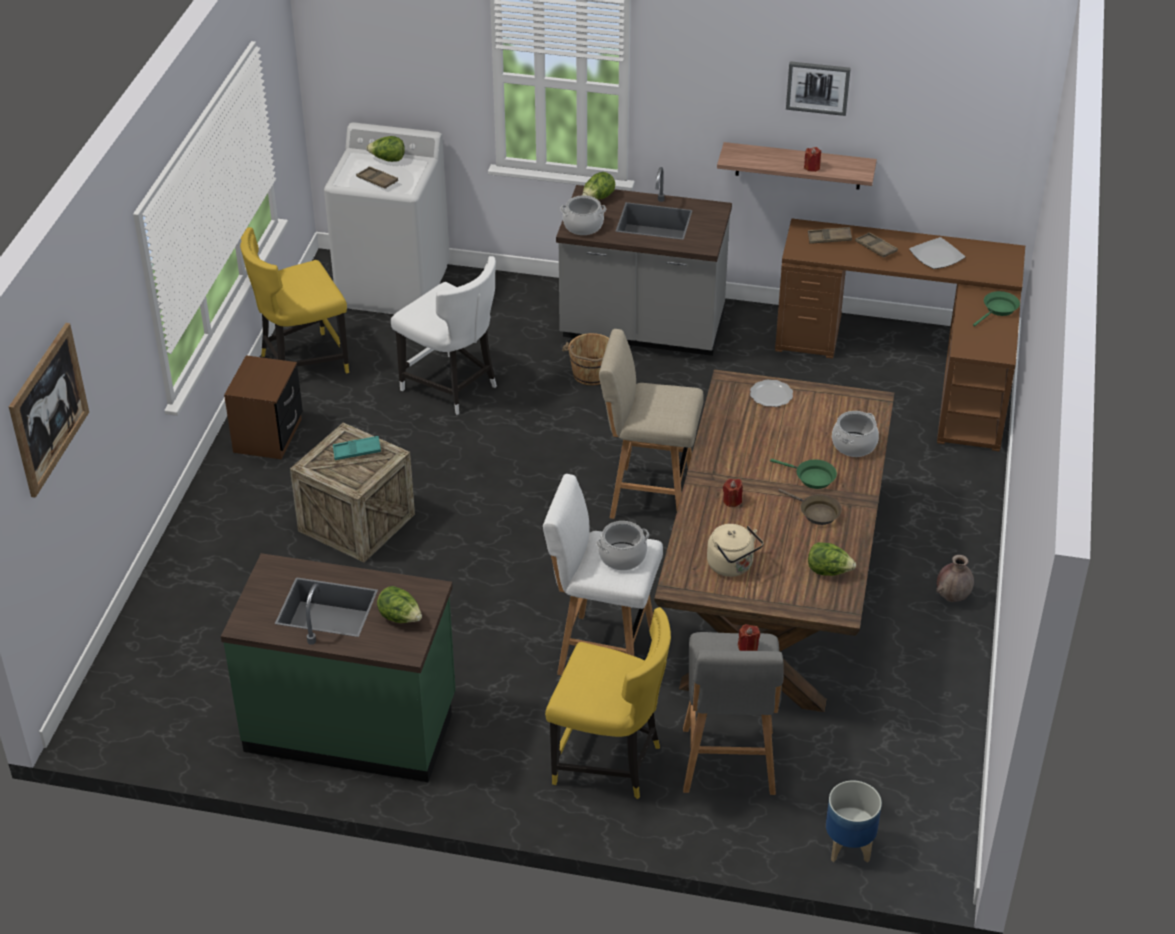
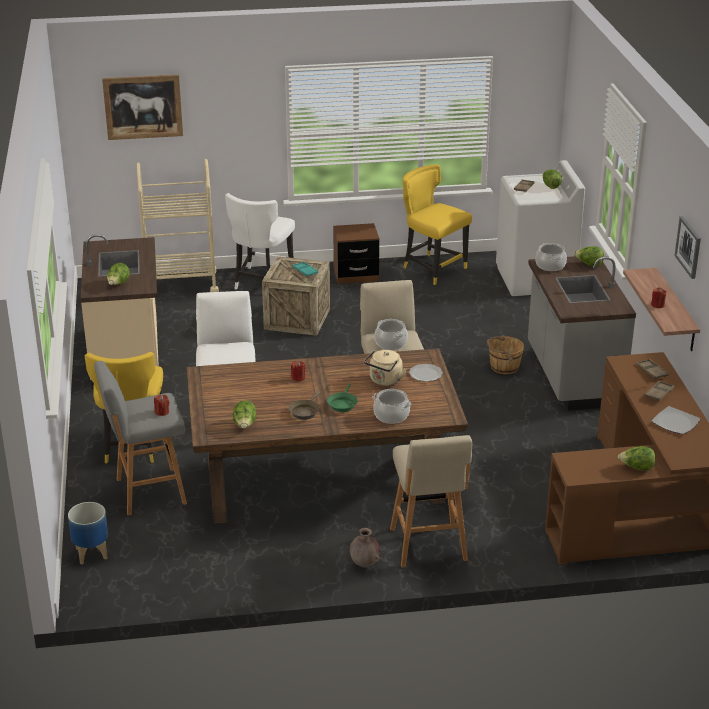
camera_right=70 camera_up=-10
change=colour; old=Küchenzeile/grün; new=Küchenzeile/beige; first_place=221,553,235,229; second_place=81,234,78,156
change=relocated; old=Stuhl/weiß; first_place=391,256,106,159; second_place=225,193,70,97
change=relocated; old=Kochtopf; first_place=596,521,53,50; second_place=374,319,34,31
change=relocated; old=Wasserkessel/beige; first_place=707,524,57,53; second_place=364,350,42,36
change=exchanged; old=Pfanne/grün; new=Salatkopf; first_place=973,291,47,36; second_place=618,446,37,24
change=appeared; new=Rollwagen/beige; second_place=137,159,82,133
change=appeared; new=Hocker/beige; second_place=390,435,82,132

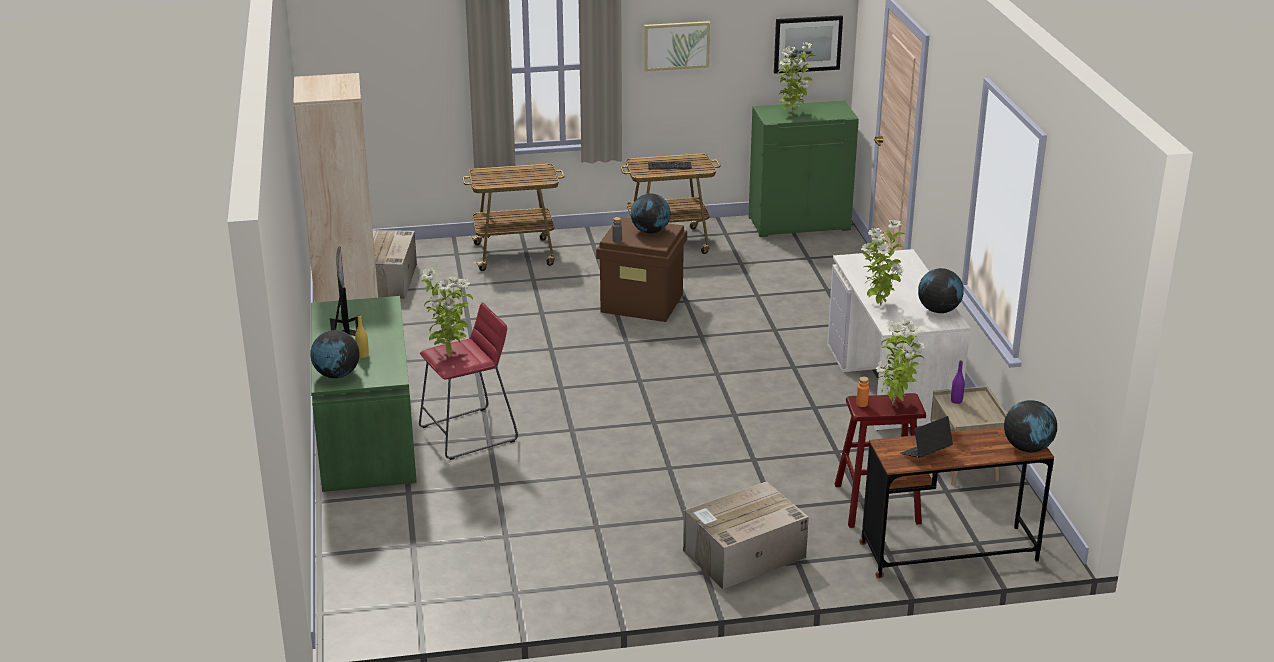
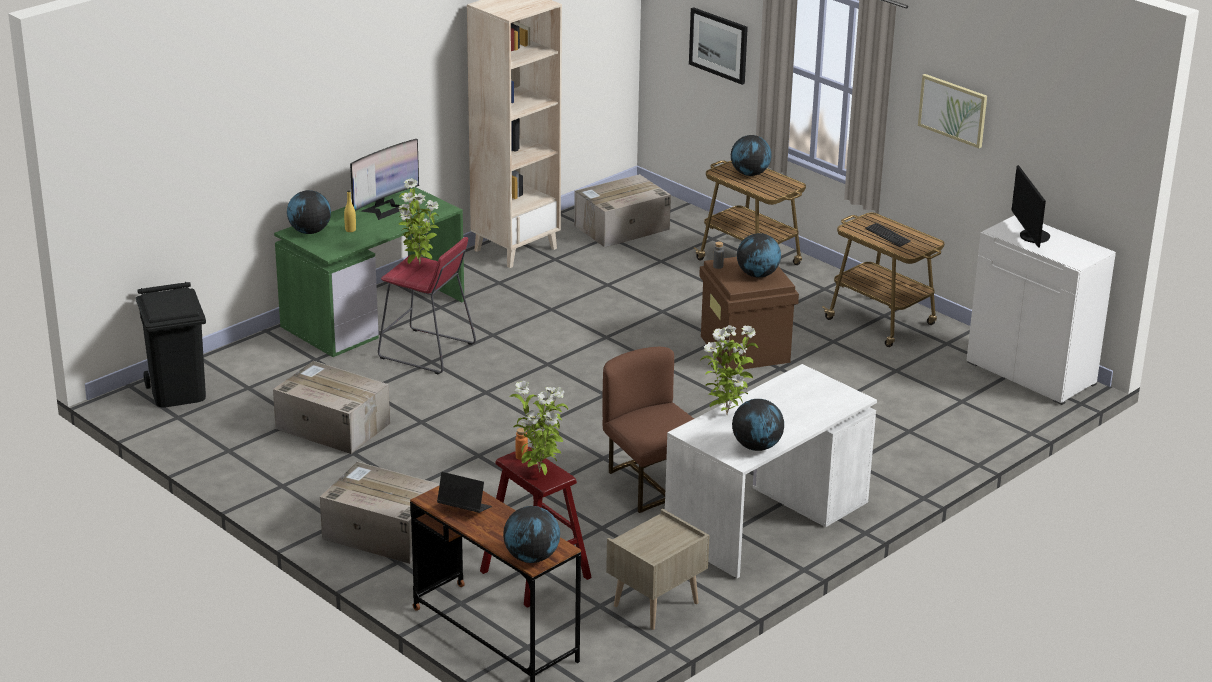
camera_right=55 camera_up=0
change=colour; old=Schrank/grün; new=Schrank/weiß; first_place=749,100,110,137; second_place=966,215,150,190
change=relocated; old=Bild; first_place=774,15,69,59; second_place=689,7,59,78
change=exchanged; old=Topfpflanze; new=Monitor; first_place=777,42,39,72; second_place=1011,165,39,83
change=missing; old=Flasche/lila; first_place=951,360,14,44
change=appeared; new=Mülleimer/schwarz; second_place=136,282,70,126
change=appeared; new=Karton; second_place=273,361,117,93
change=appeared; new=Stuhl/braun; second_place=602,347,92,166
change=appeared; new=Globus; second_place=731,135,41,41

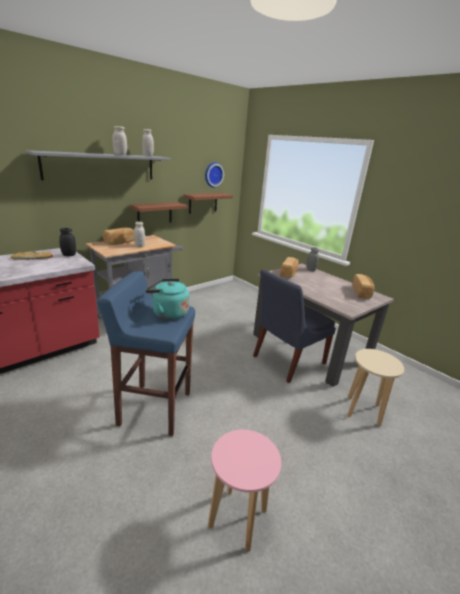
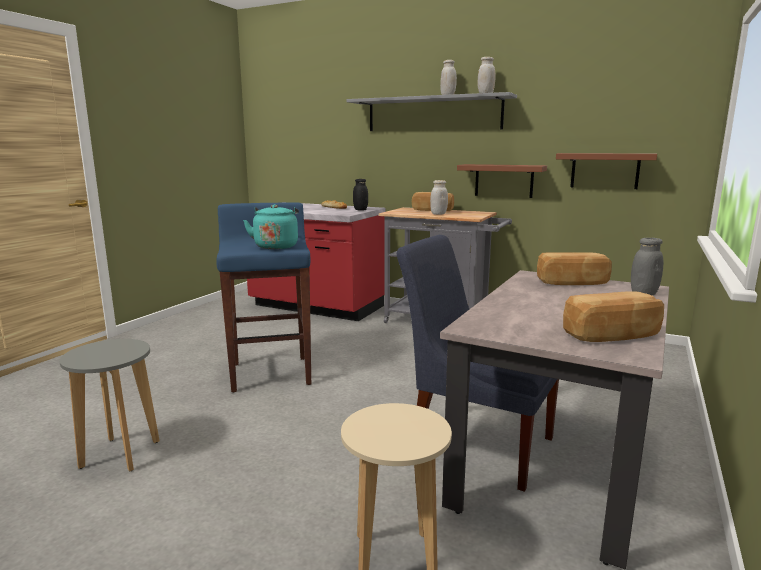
camera_right=70 camera_up=-10
change=missing; old=Wanduhr; first_place=205,162,19,26
change=colour; old=Hocker/rosa; new=Hocker/grau; first_place=208,430,73,122; second_place=60,339,100,133

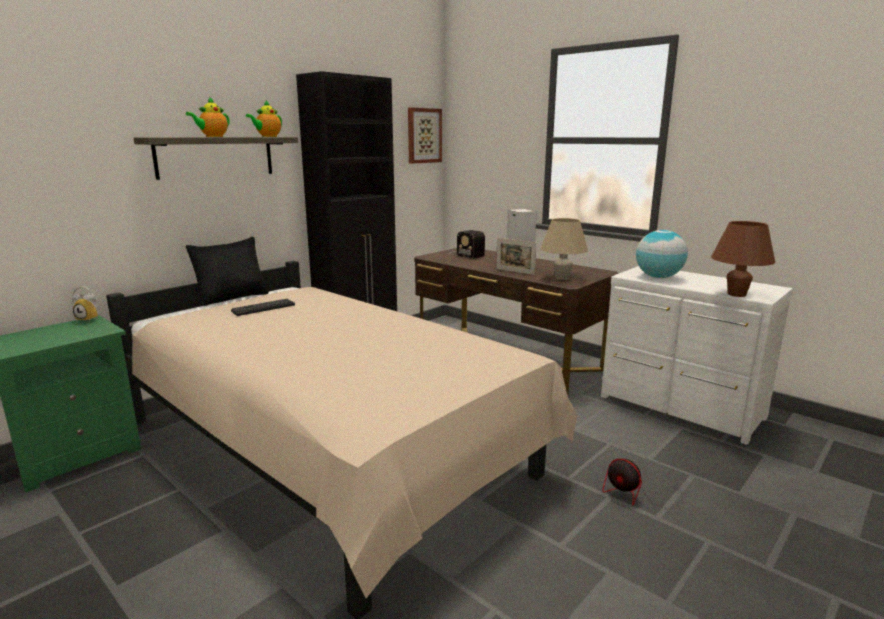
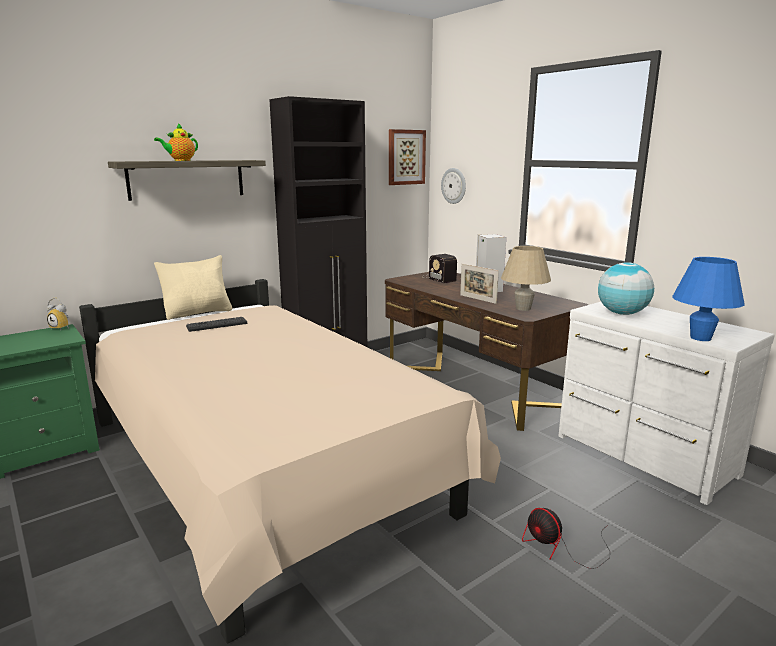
camera_right=10 camera_up=0
change=colour; old=Kissen/schwarz; new=Kissen/beige; first_place=186,236,83,70; second_place=154,255,78,65
change=missing; old=Teekanne; first_place=245,101,37,36
change=colour; old=Tischlampe/braun; new=Tischlampe/blau; first_place=711,221,64,76; second_place=672,257,72,84
change=appeared; new=Wanduhr; second_place=441,168,25,36

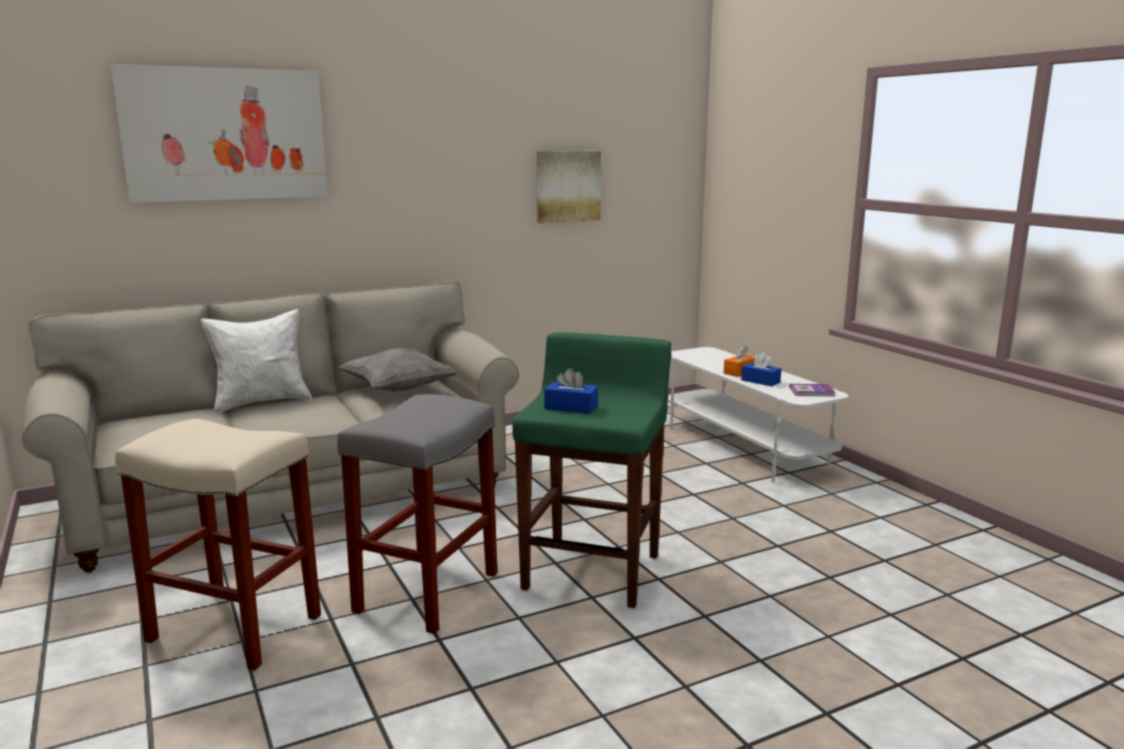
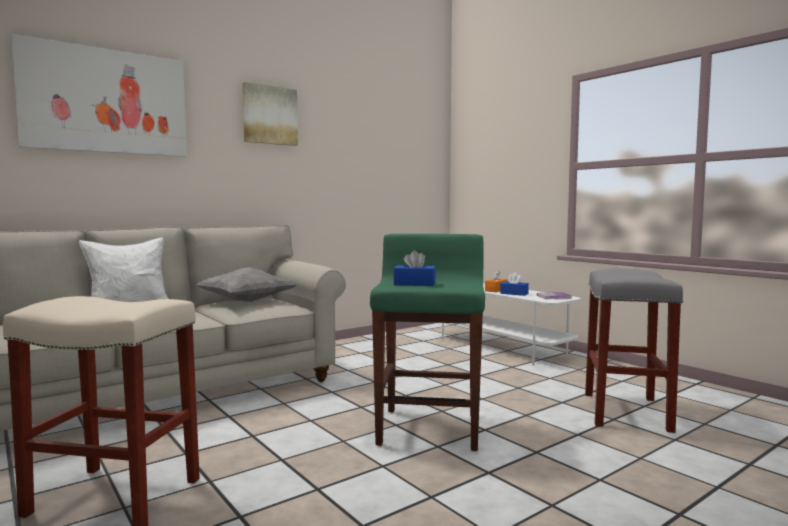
camera_right=-10 camera_up=-10
change=relocated; old=Hocker/grau; first_place=337,394,160,240; second_place=585,269,98,164
change=relocated; old=Bild; first_place=537,151,64,72; second_place=242,82,56,64

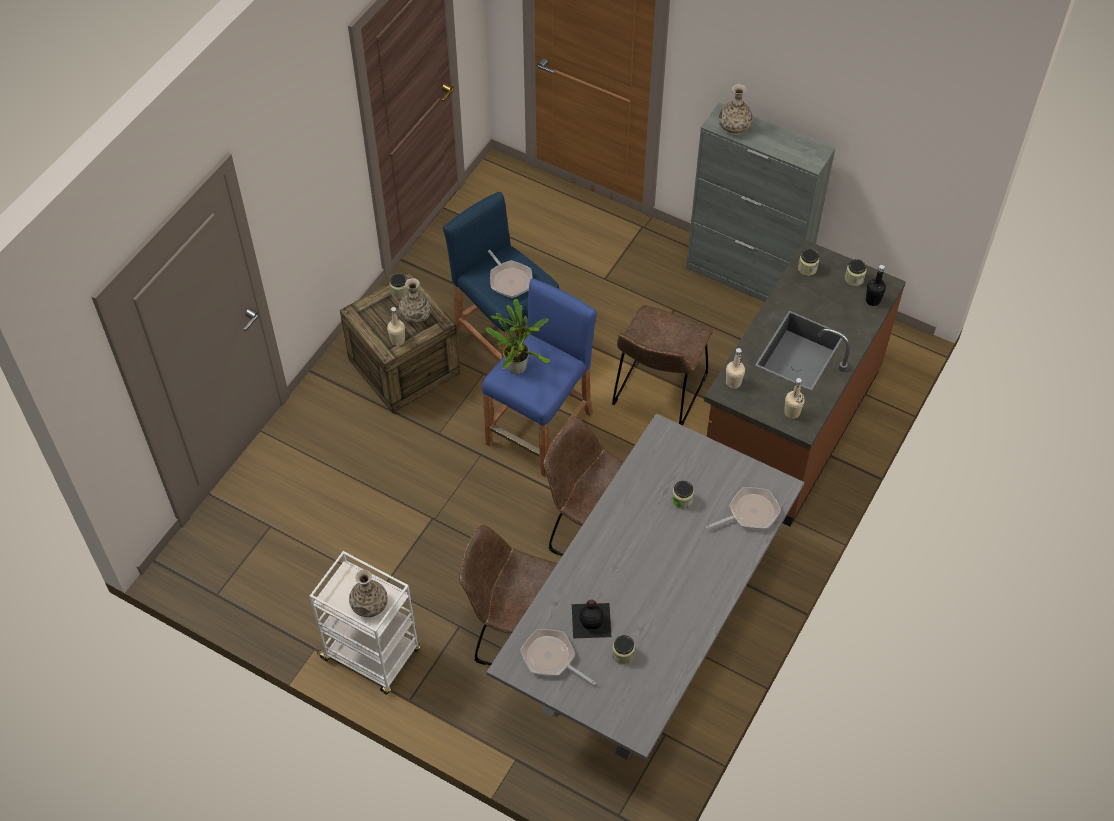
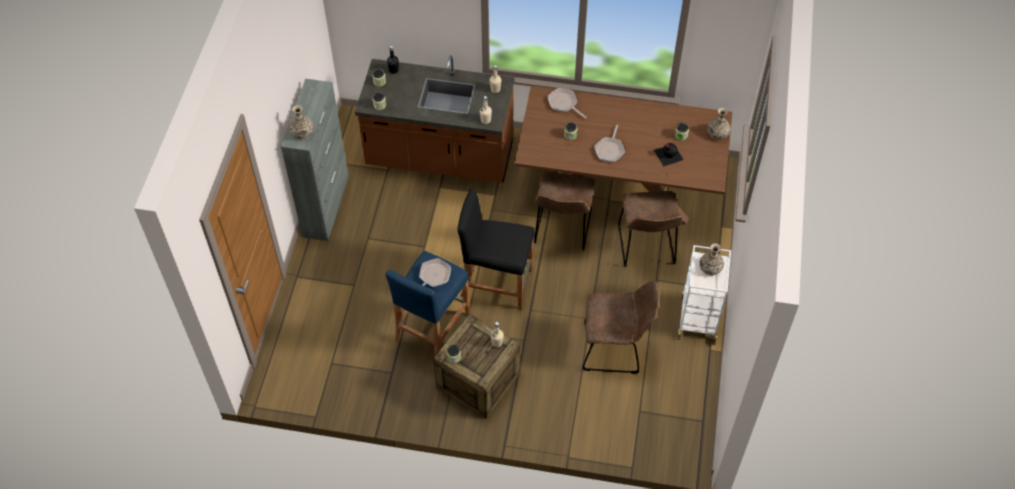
camera_right=-110 camera_up=0
change=relocated; old=Vase; first_place=398,278,34,46; second_place=708,108,22,32
change=colour; old=Hocker/blau; new=Hocker/schwarz; first_place=482,279,115,198; second_place=457,188,78,122
change=missing; old=Topfpflanze; first_place=486,299,64,75
change=colour; old=Esstisch/grau; new=Esstisch/braun; first_place=487,413,318,347; second_place=514,86,218,138
change=relocated; old=Pfanne; first_place=520,629,76,56; second_place=594,124,31,39
change=relocated; old=Stuhl/braun; first_place=612,305,101,120; second_place=583,281,76,93

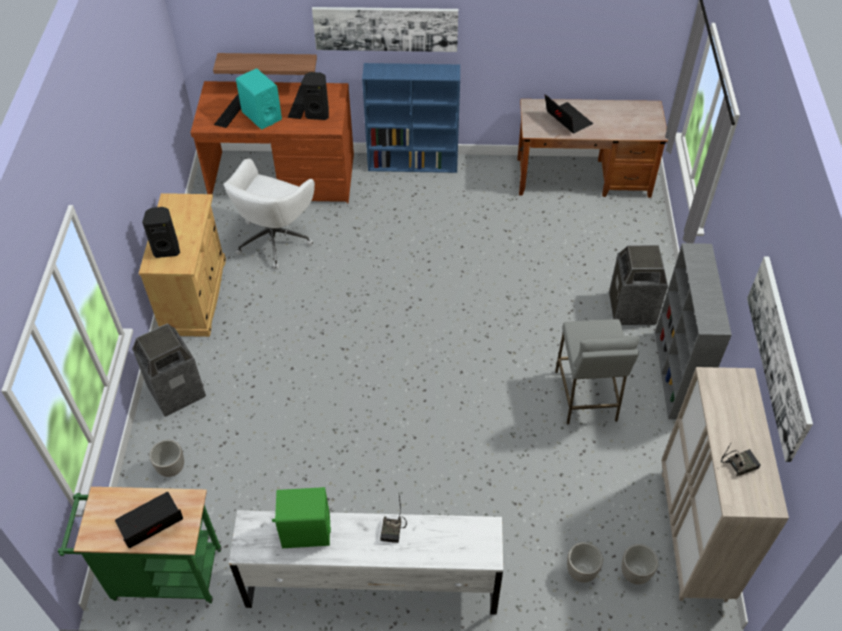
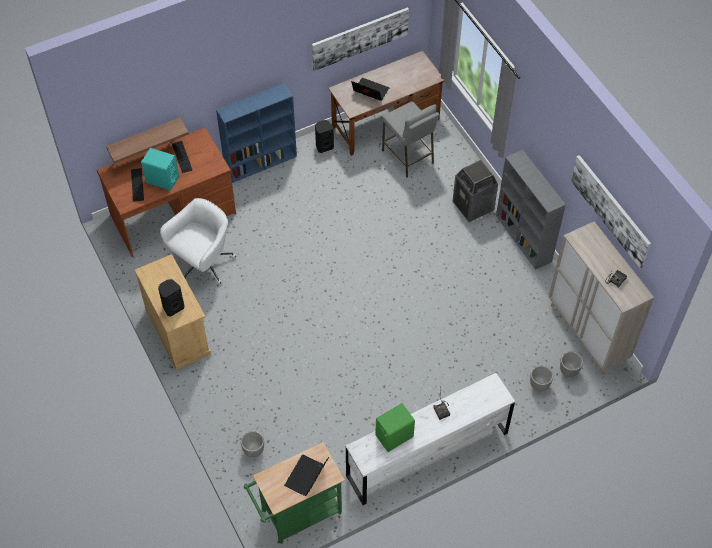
camera_right=-30 camera_up=5
change=missing; old=Mülleimer; first_place=132,323,74,93
change=spun; old=Bürostuhl/weiß; first_place=223,158,92,111; second_place=160,198,77,87; degrees=-135
change=relocated; old=Lautsprecher/schwarz; first_place=301,72,28,48; second_place=315,120,19,33
change=relocated; old=Bild; first_place=312,7,146,45; second_place=312,7,97,64
change=relocated; old=Hocker/grau; first_place=555,319,85,106; second_place=382,101,57,77

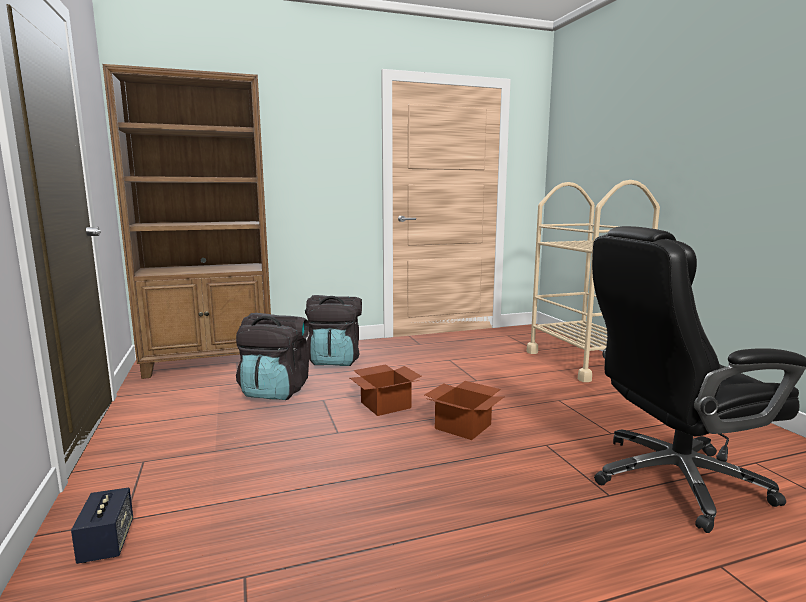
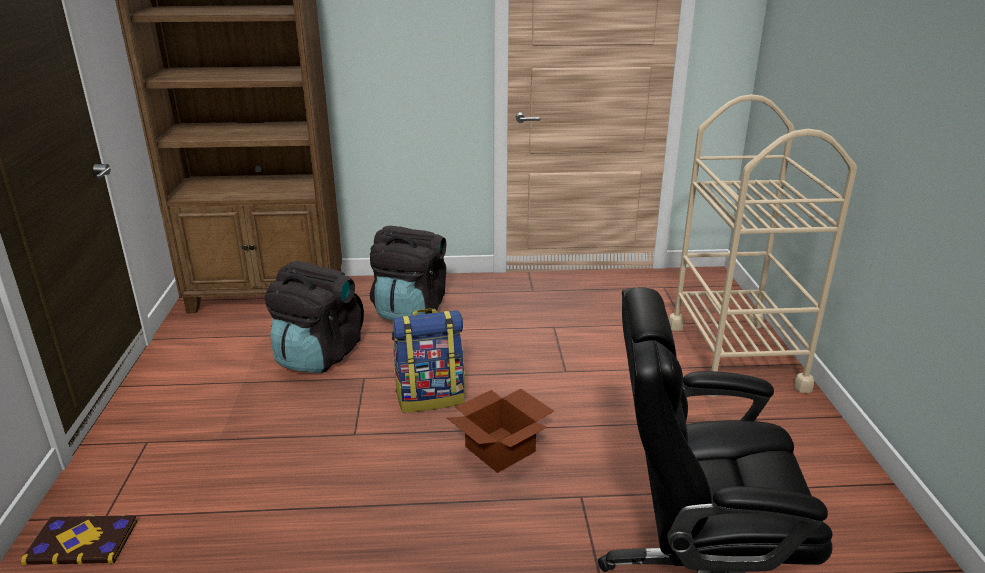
camera_right=15 camera_up=15
change=exchanged; old=Lautsprecher; new=Buch; first_place=71,487,62,77; second_place=21,514,116,51
change=exchanged; old=Karton; new=Rucksack; first_place=350,364,72,52; second_place=391,309,74,103

